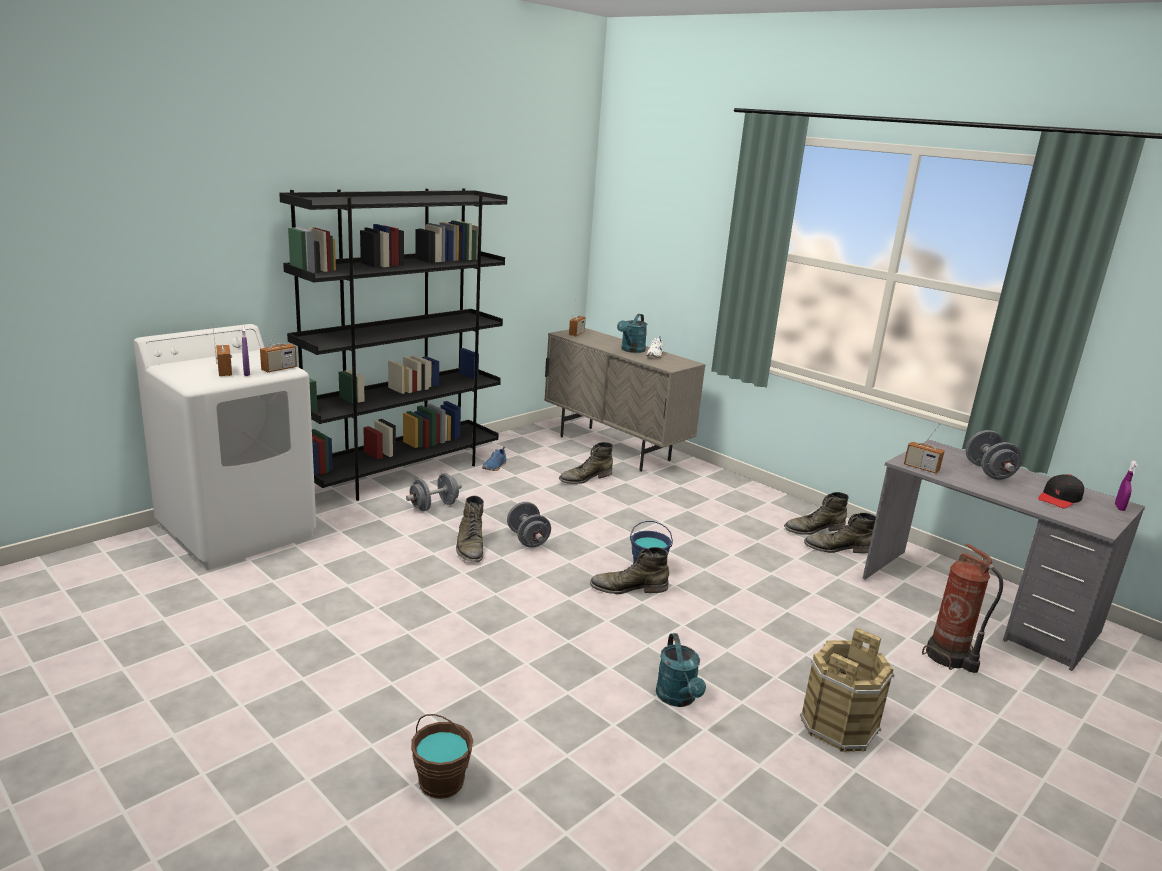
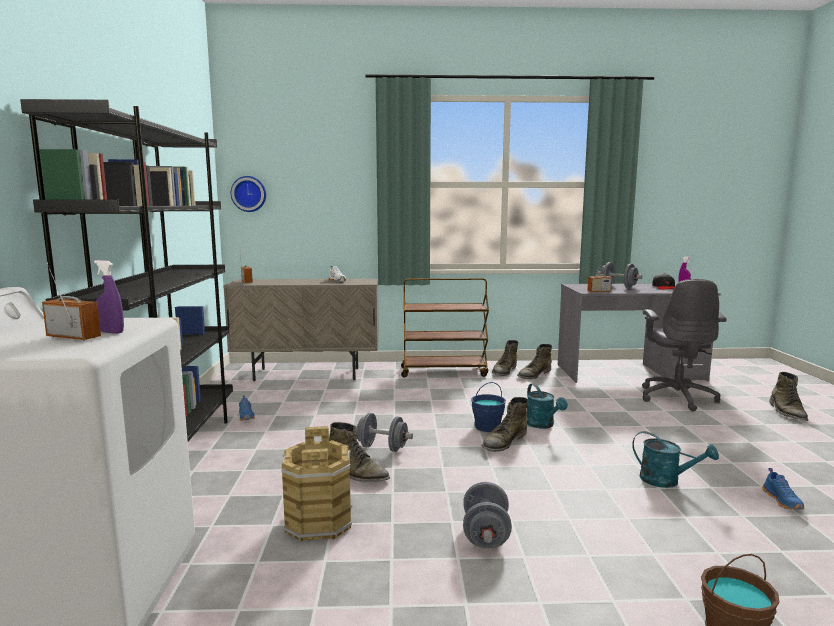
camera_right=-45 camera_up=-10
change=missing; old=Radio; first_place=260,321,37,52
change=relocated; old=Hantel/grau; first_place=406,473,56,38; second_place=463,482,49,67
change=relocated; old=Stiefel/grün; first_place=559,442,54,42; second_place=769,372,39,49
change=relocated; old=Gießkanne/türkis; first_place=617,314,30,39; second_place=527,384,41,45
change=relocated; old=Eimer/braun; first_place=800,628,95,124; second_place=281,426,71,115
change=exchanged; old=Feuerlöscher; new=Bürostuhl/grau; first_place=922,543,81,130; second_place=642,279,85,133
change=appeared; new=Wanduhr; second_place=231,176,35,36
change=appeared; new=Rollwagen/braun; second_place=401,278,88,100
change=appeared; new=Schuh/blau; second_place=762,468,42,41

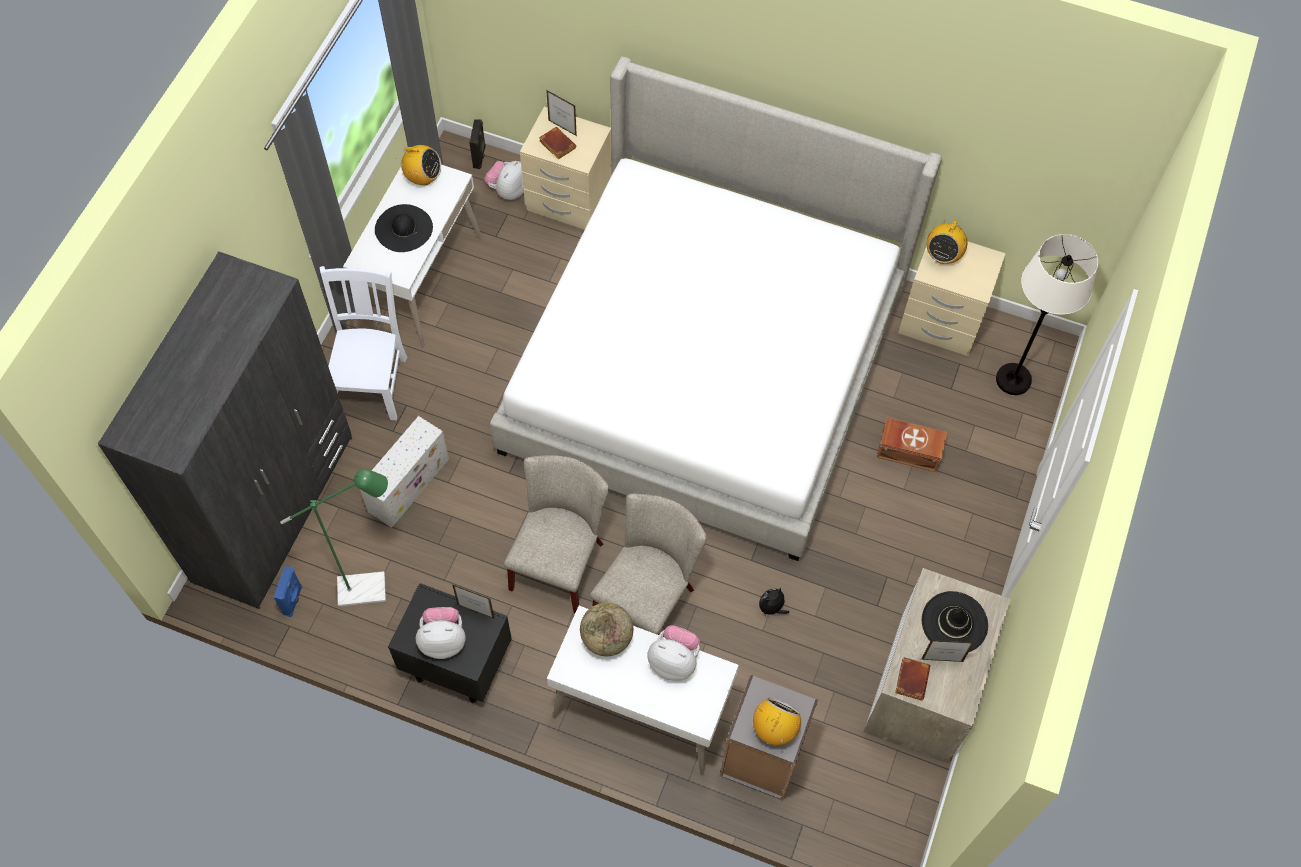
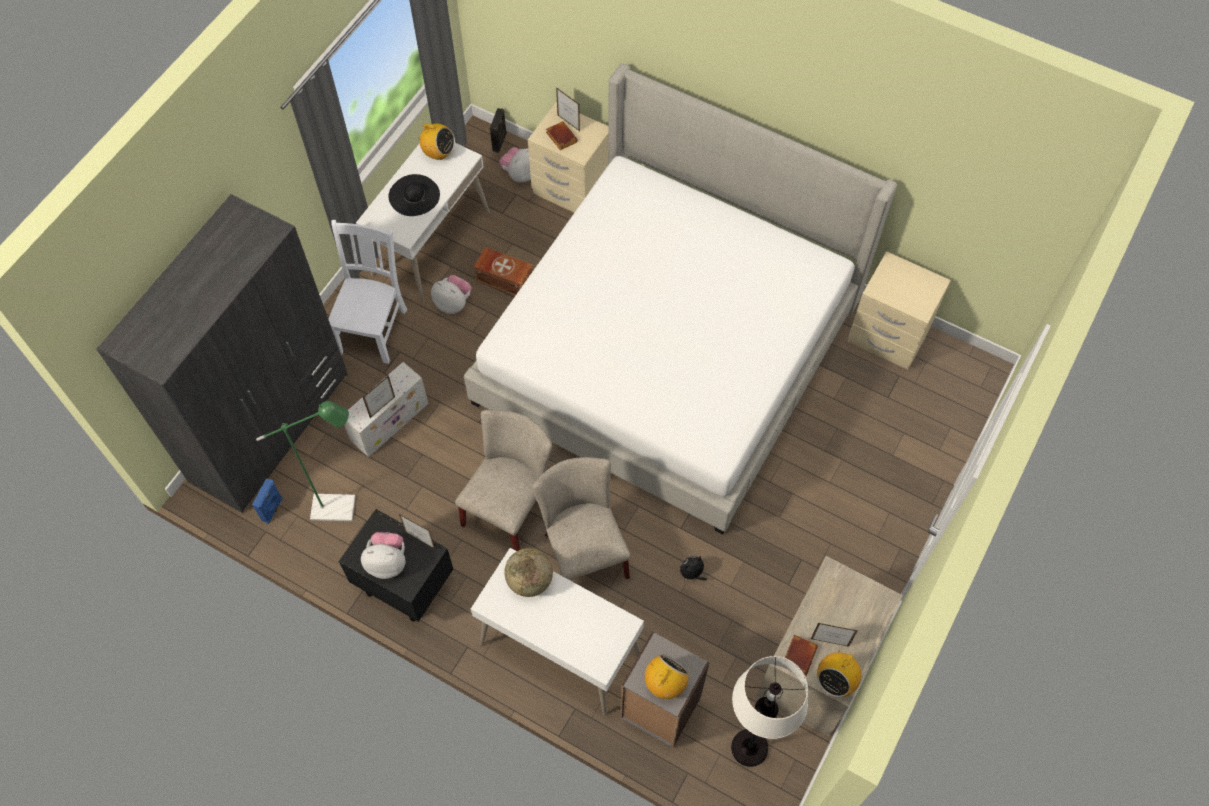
camera_right=10 camera_up=0
change=spun; old=Stuhl/beige; first_place=590,494,117,141; second_place=532,457,99,124; degrees=-60
change=relocated; old=Plüschtier; first_place=648,625,52,56; second_place=431,275,40,39
change=relocated; old=Aufbewahrungsbox/braun; first_place=877,418,70,54; second_place=474,247,59,49
change=missing; old=Hut/schwarz; first_place=922,591,66,61
change=relocated; old=Radio; first_place=926,218,41,46; second_place=817,644,44,53
change=relocated; old=Stehlampe/weiß; first_place=996,234,102,161; second_place=731,656,77,111
change=appeared; new=Bilderrahmen; second_place=363,375,32,43

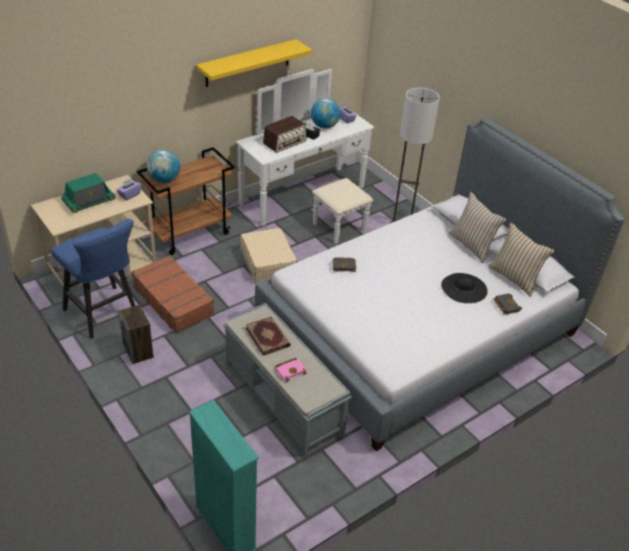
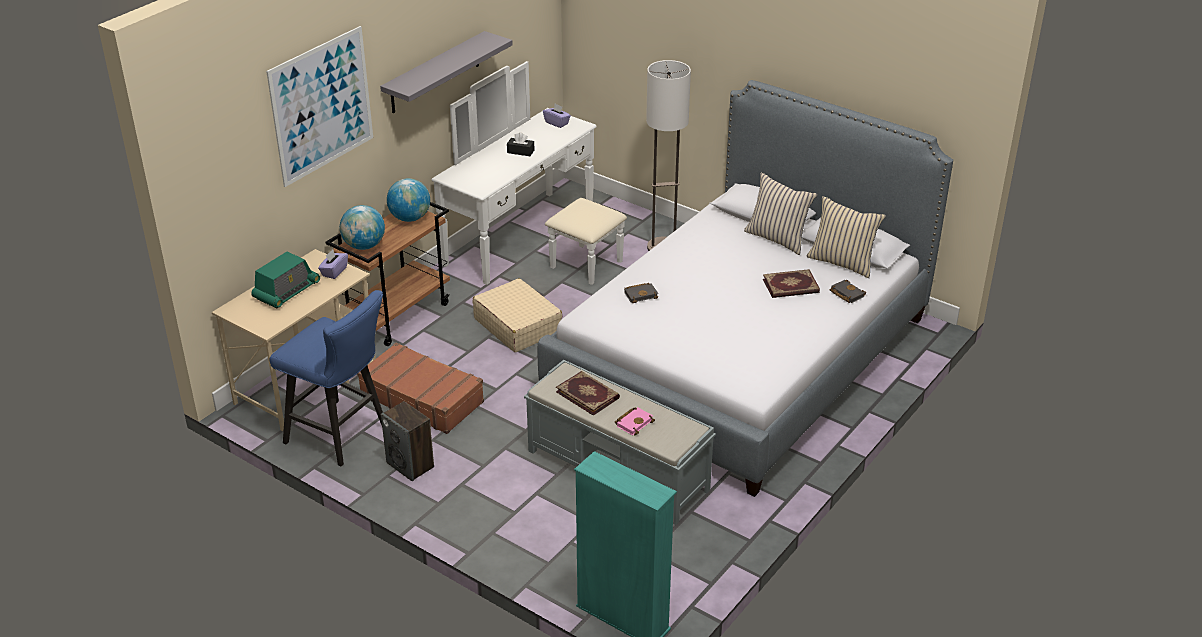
camera_right=-15 camera_up=-5
change=colour; old=Wandregal/gelb; new=Wandregal/grau; first_place=196,39,116,48; second_place=380,31,133,82
change=missing; old=Radio; first_place=263,116,43,37
change=relocated; old=Globus; first_place=311,98,30,30; second_place=387,178,43,44
change=exchanged; old=Hut/schwarz; new=Buch; first_place=441,273,47,30; second_place=763,269,57,29
change=appeared; new=Bild; second_place=266,26,107,161

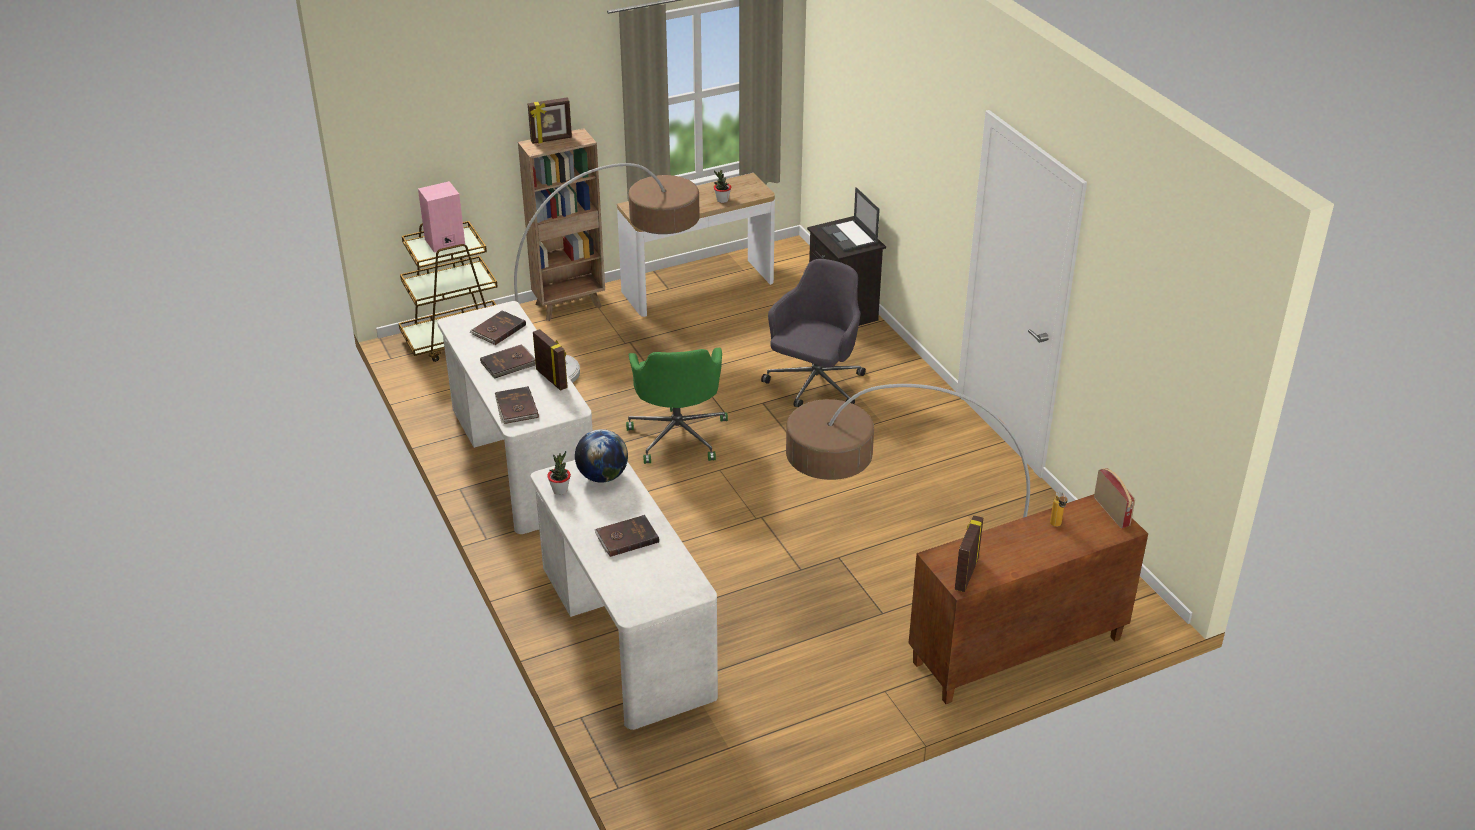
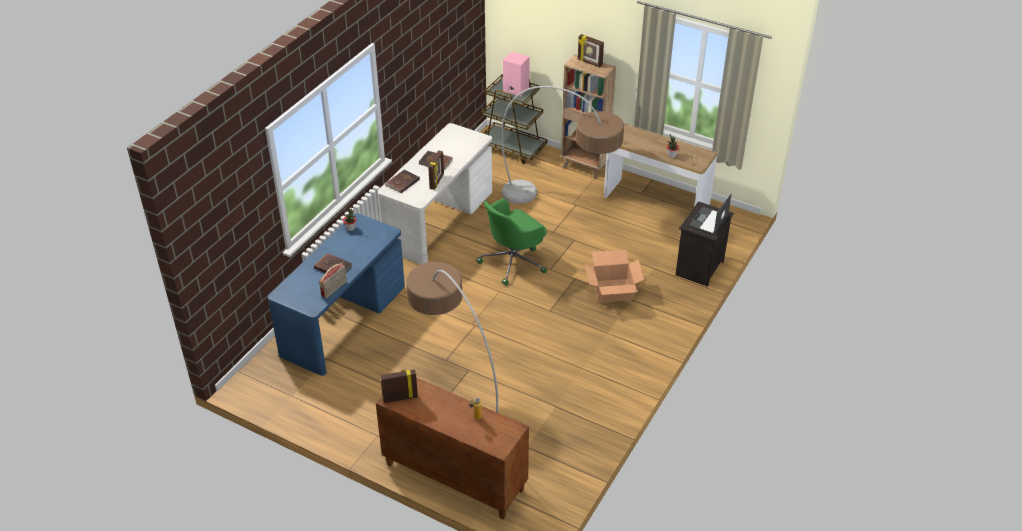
camera_right=55 camera_up=5
change=missing; old=Buch/braun; first_place=470,310,56,35
change=colour; old=Schreibtisch/weiß; new=Schreibtisch/blau; first_place=530,460,188,270; second_place=268,213,137,163
change=missing; old=Globus; first_place=575,429,53,54
change=exchanged; old=Bürostuhl/grau; new=Karton; first_place=761,259,105,148; second_place=584,249,60,54
change=relocated; old=Radio; first_place=1094,468,41,60; second_place=319,263,28,35

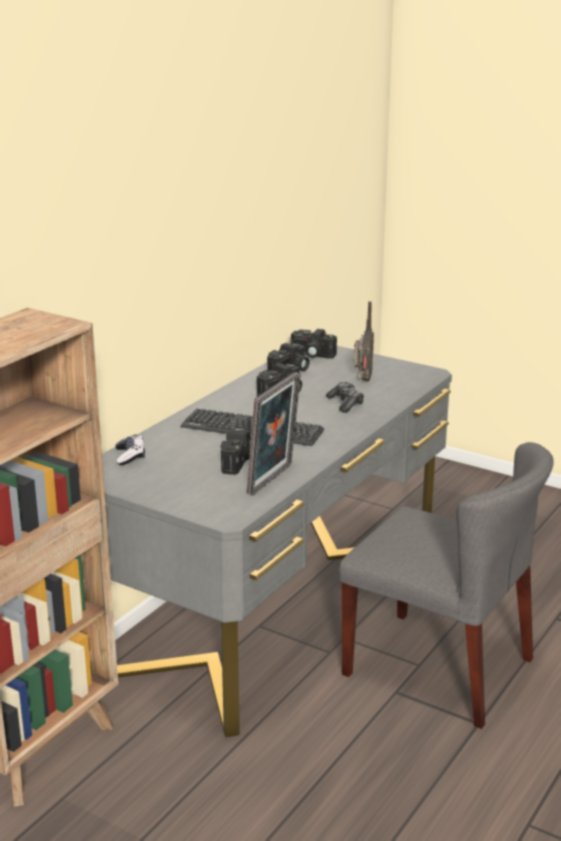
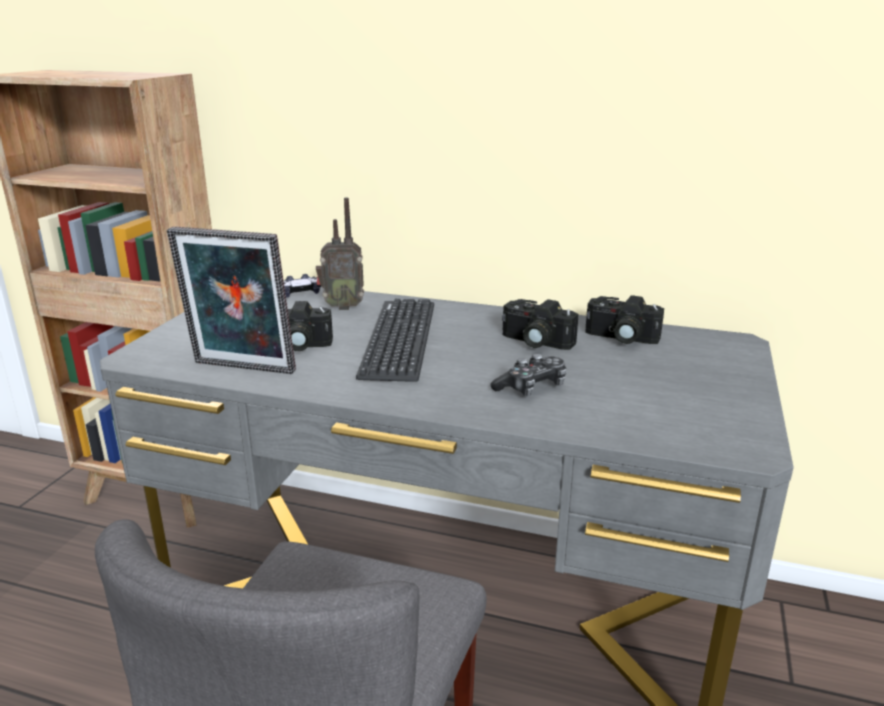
camera_right=75 camera_up=0
change=missing; old=Kamera; first_place=290,329,47,30
change=relocated; old=Radio; first_place=354,301,20,80; second_place=316,197,48,113

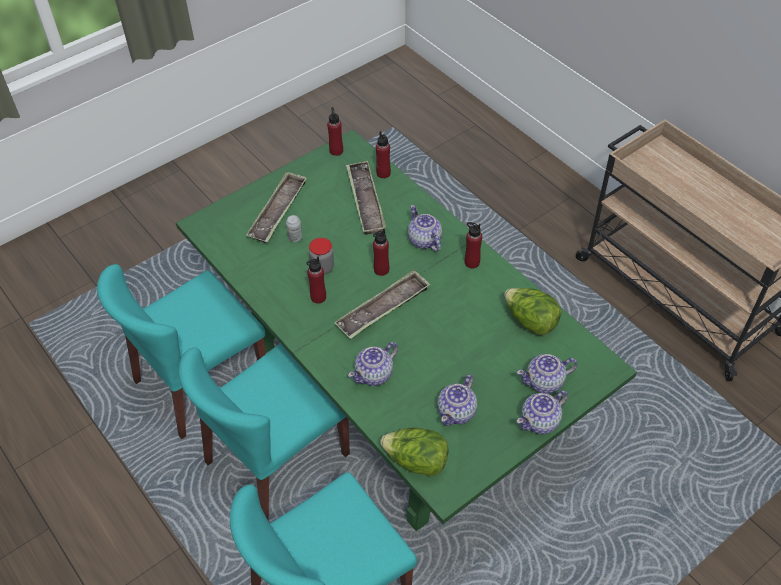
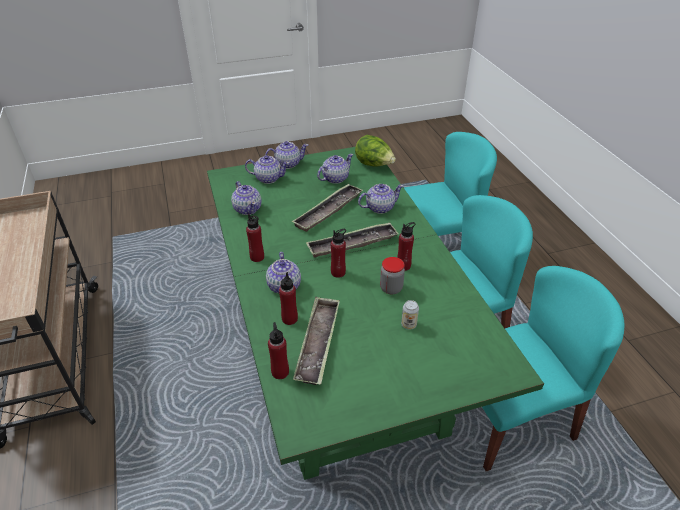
camera_right=-160 camera_up=-10
change=relocated; old=Tablett; first_place=246,171,61,72; second_place=292,183,71,49
change=relocated; old=Flasche/rot; first_place=327,107,16,49; second_place=279,272,19,53
change=exchanged; old=Salatkopf; new=Teekanne; first_place=504,288,57,47; second_place=231,181,31,34

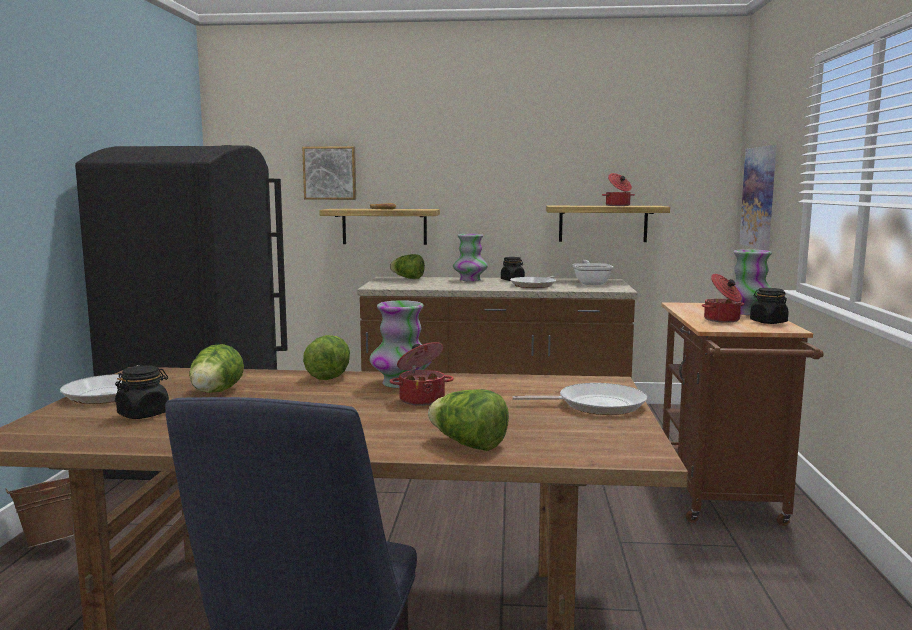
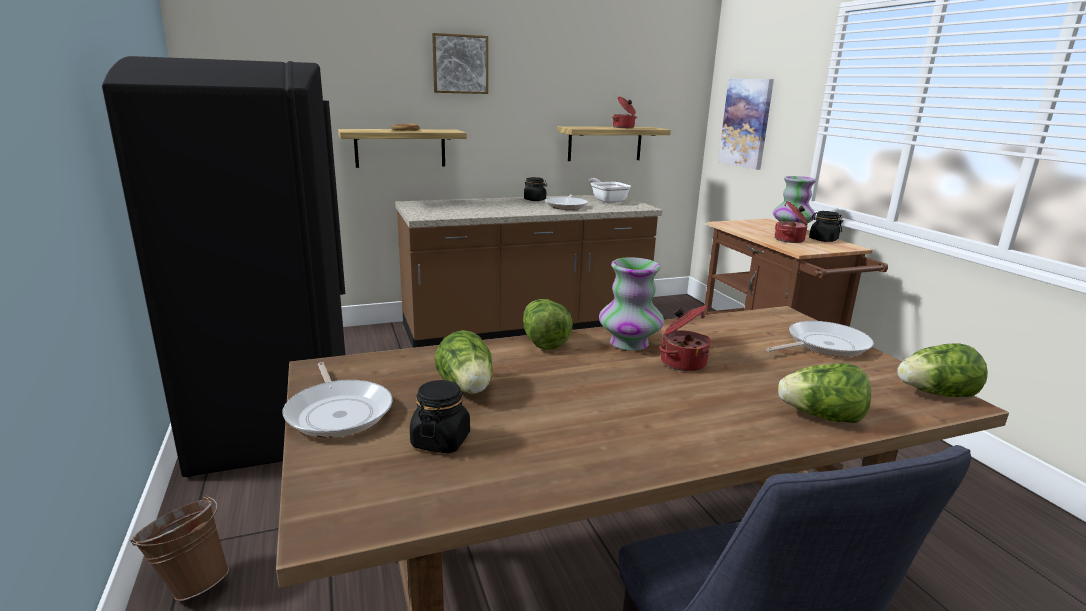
camera_right=-25 camera_up=10
change=relocated; old=Bild; first_place=302,146,54,54; second_place=432,33,56,61
change=relocated; old=Salatkopf; first_place=390,254,35,25; second_place=897,343,91,54
change=missing; old=Vase; first_place=453,234,35,47

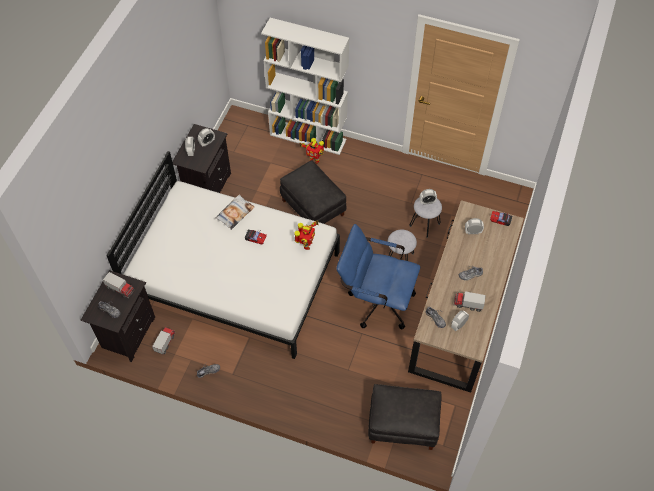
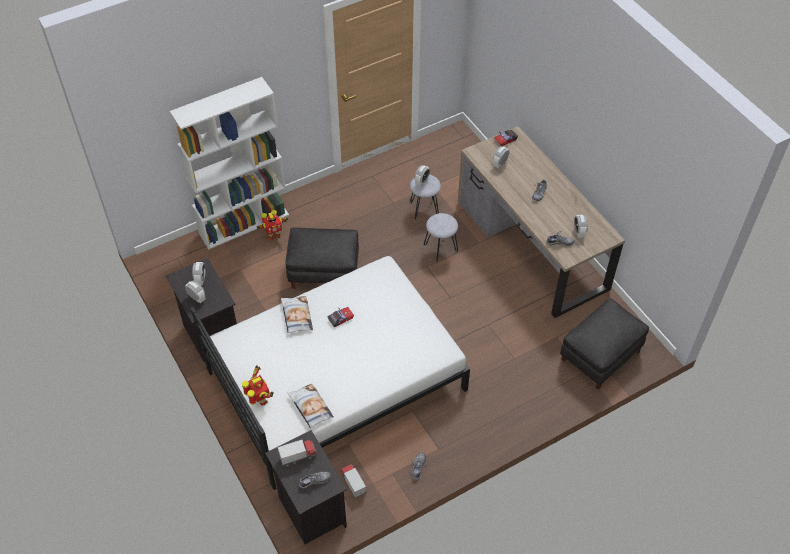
camera_right=-50 camera_up=-5
change=relocated; old=Spielzeugroboter; first_place=294,220,25,30; second_place=242,365,31,41
change=missing; old=Bürostuhl/blau; first_place=336,224,84,105
change=missing; old=Spielzeuglaster; first_place=454,291,32,21
change=appeared; new=Kissen; second_place=288,384,46,44

